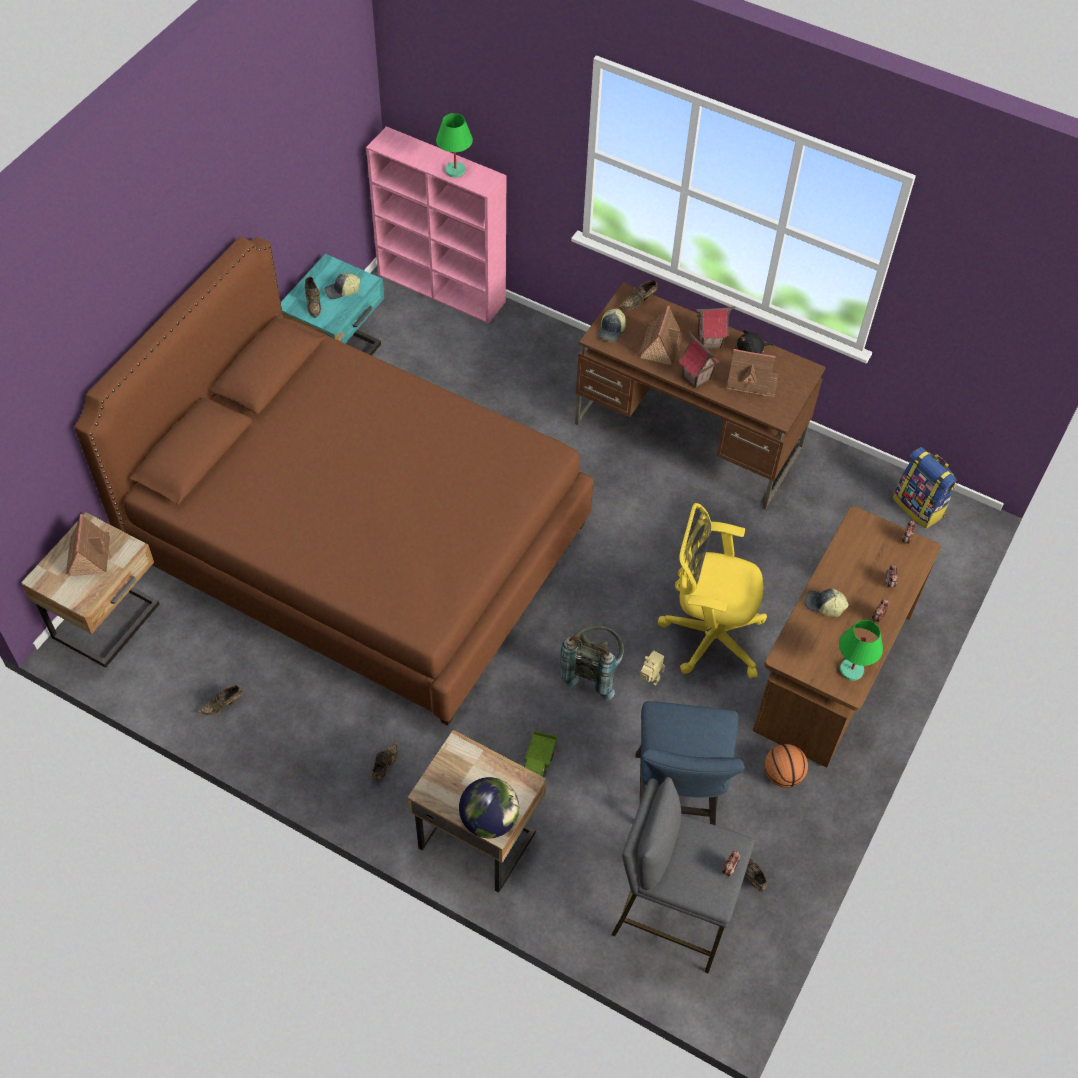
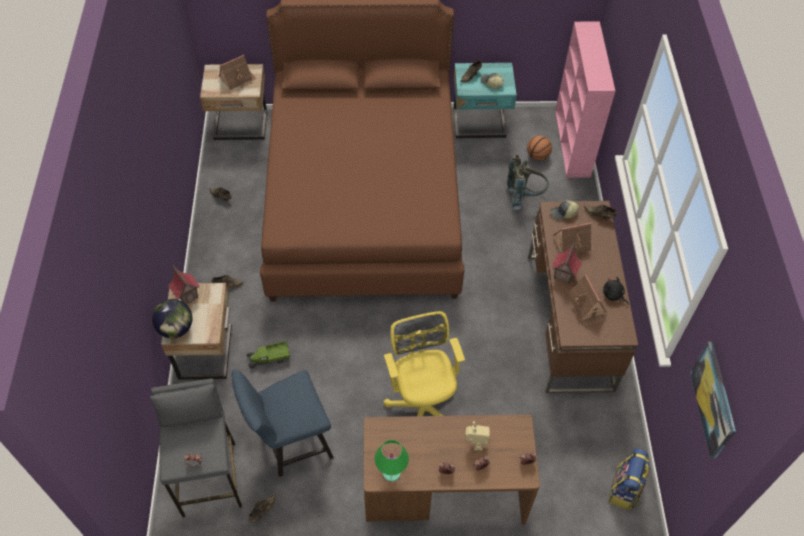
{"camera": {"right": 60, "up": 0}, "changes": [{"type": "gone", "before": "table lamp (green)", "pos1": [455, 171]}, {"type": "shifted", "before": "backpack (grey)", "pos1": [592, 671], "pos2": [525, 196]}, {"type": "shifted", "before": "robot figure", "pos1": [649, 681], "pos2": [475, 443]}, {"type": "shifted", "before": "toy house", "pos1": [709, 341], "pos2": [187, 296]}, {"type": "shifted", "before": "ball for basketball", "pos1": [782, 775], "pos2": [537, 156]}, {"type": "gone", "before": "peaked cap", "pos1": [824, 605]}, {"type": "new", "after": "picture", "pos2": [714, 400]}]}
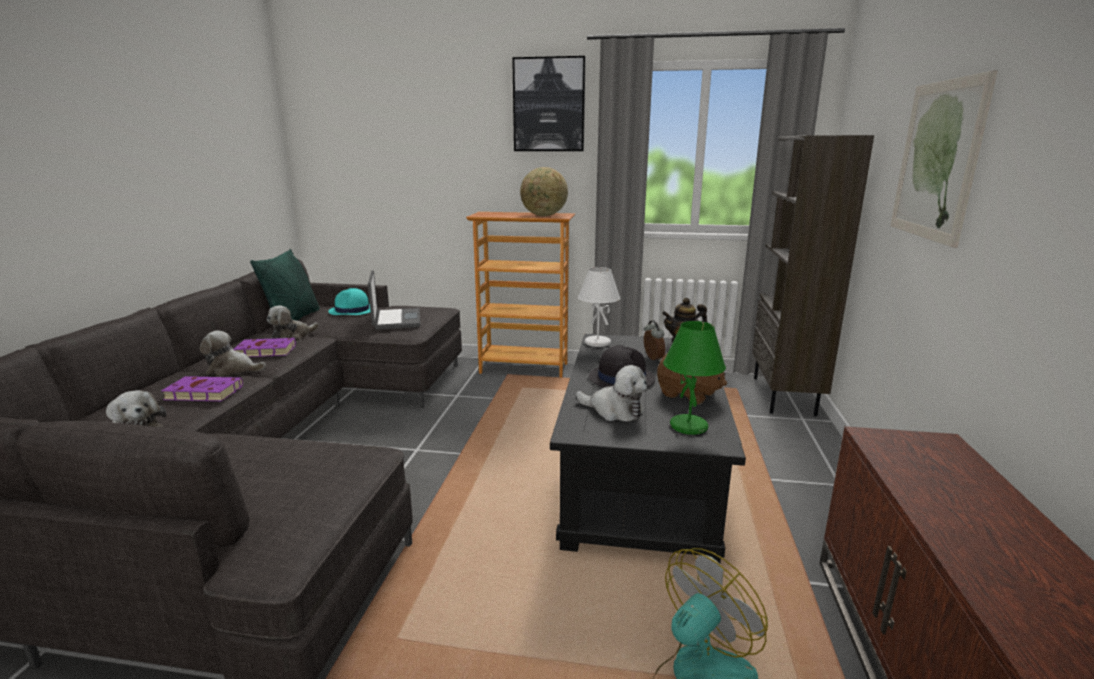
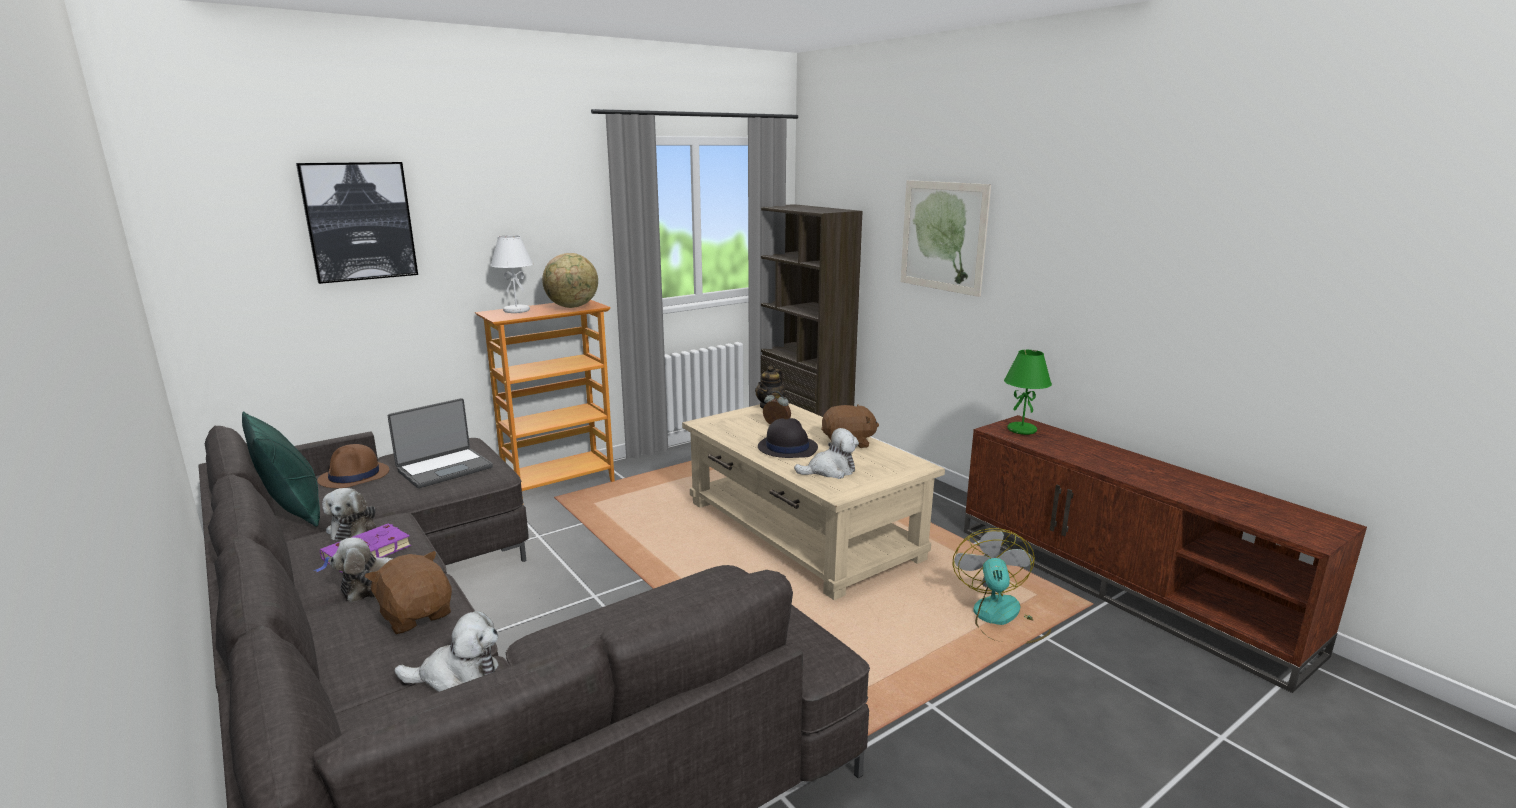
{"camera": {"right": -45, "up": 0}, "changes": [{"type": "swapped", "before": "bound book (purple)", "after": "cuddly toy (brownish)", "pos1": [202, 393], "pos2": [417, 615]}, {"type": "repainted", "before": "clothing hat (turquoise-coloured)", "after": "clothing hat (brownish)", "pos1": [352, 311], "pos2": [355, 476]}, {"type": "rotated", "before": "laptop", "pos1": [395, 320], "pos2": [444, 469], "turn": 105}, {"type": "shifted", "before": "picture", "pos1": [549, 105], "pos2": [359, 221]}, {"type": "repainted", "before": "low table (black-coloured)", "after": "low table (beige)", "pos1": [639, 474], "pos2": [800, 530]}, {"type": "shifted", "before": "table lamp (white)", "pos1": [597, 343], "pos2": [516, 311]}, {"type": "shifted", "before": "table lamp (green)", "pos1": [689, 427], "pos2": [1022, 430]}]}
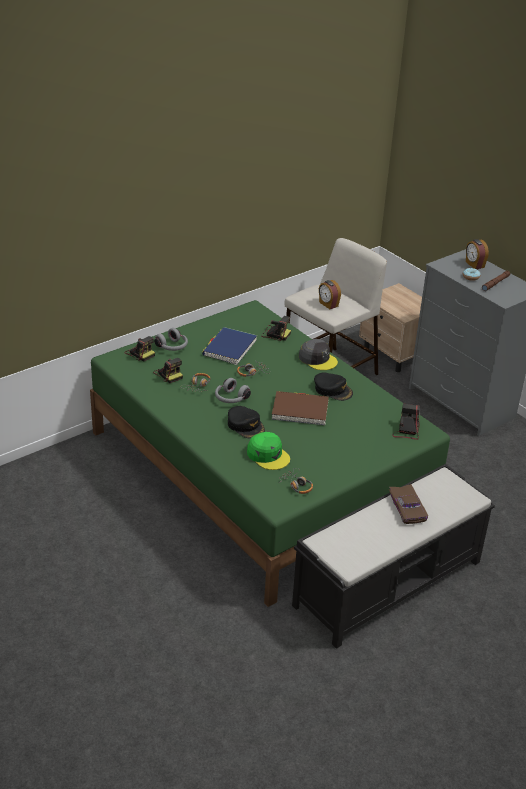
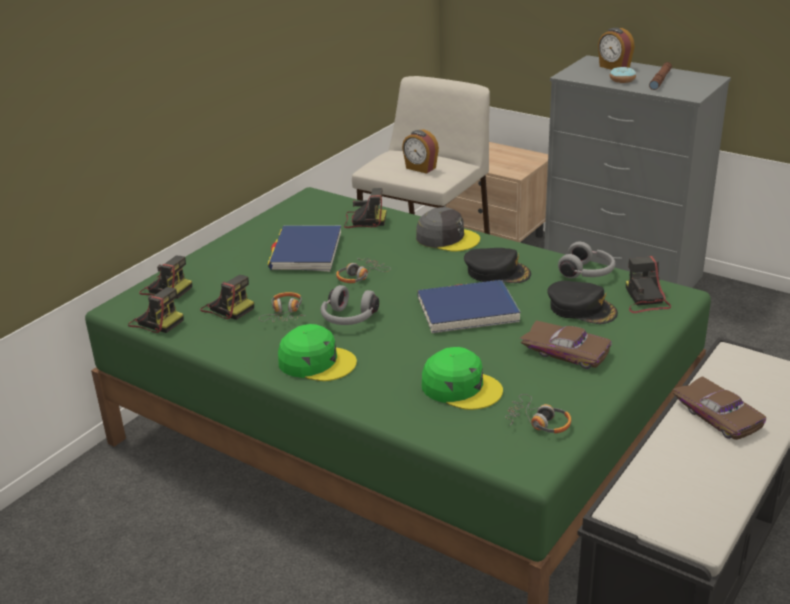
{"camera": {"right": -15, "up": -5}, "changes": [{"type": "shifted", "before": "headset (grey)", "pos1": [172, 347], "pos2": [587, 273]}, {"type": "shifted", "before": "peaked cap (black-coloured)", "pos1": [246, 426], "pos2": [582, 308]}, {"type": "repainted", "before": "bound book (brownish)", "after": "bound book (bluish)", "pos1": [300, 410], "pos2": [467, 310]}, {"type": "new", "after": "photo camera", "pos2": [156, 321]}, {"type": "new", "after": "peaked cap (green)", "pos2": [316, 362]}, {"type": "new", "after": "toy car (brownish)", "pos2": [566, 350]}]}
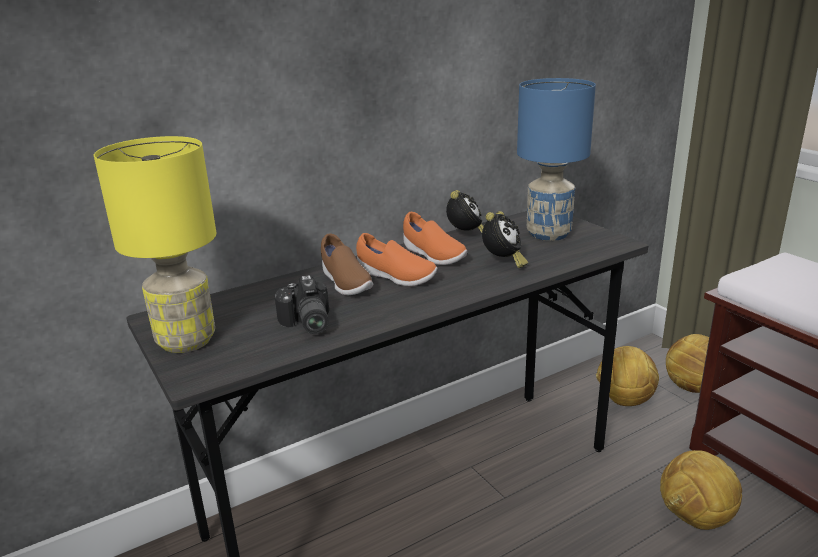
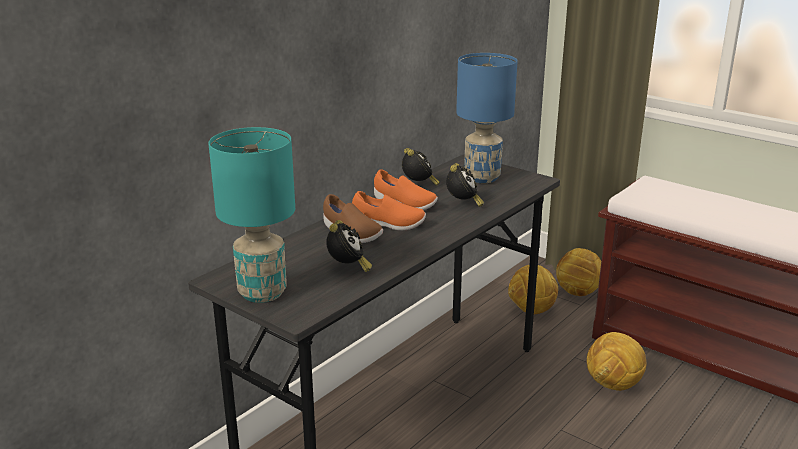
{"camera": {"right": -20, "up": 0}, "changes": [{"type": "repainted", "before": "table lamp (yellow)", "after": "table lamp (turquoise-coloured)", "pos1": [186, 341], "pos2": [262, 293]}, {"type": "swapped", "before": "photo camera", "after": "bedside clock", "pos1": [305, 324], "pos2": [348, 268]}]}
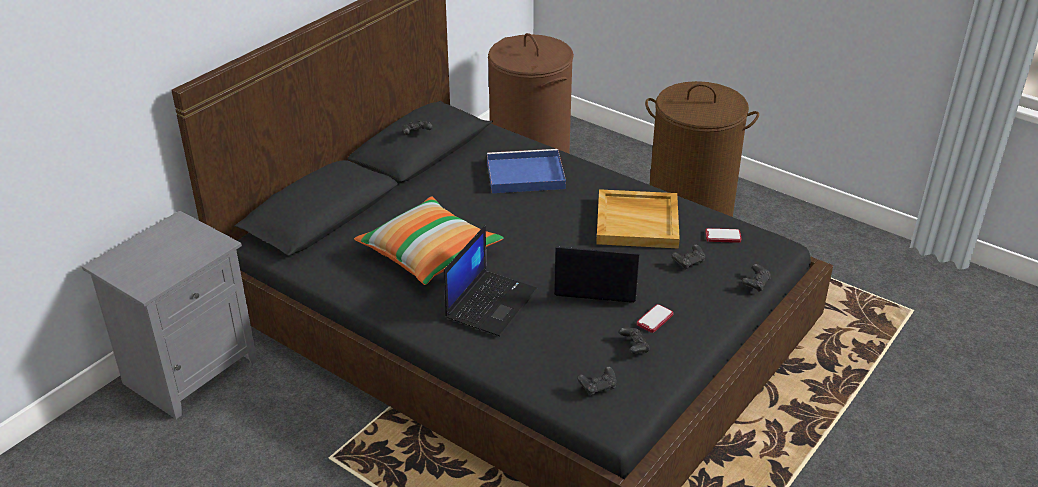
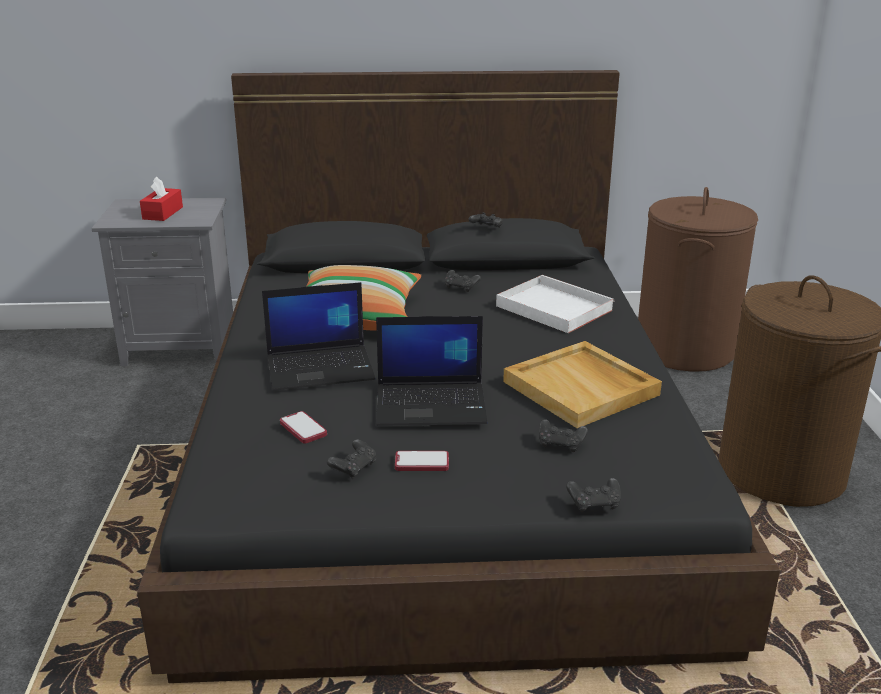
{"camera": {"right": 50, "up": -10}, "changes": [{"type": "repainted", "before": "carrying tray (bluish)", "after": "carrying tray (white)", "pos1": [523, 175], "pos2": [551, 308]}, {"type": "rotated", "before": "laptop", "pos1": [595, 283], "pos2": [432, 404], "turn": 120}, {"type": "shifted", "before": "joypad (black-coloured)", "pos1": [598, 387], "pos2": [461, 287]}, {"type": "shifted", "before": "telephone", "pos1": [723, 236], "pos2": [303, 429]}, {"type": "new", "after": "tissue box (reddish)", "pos2": [163, 213]}]}
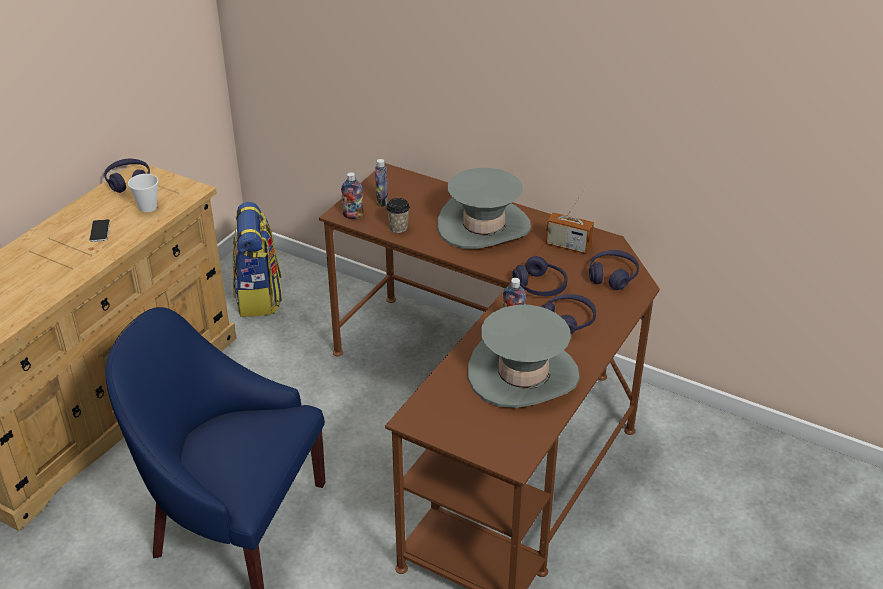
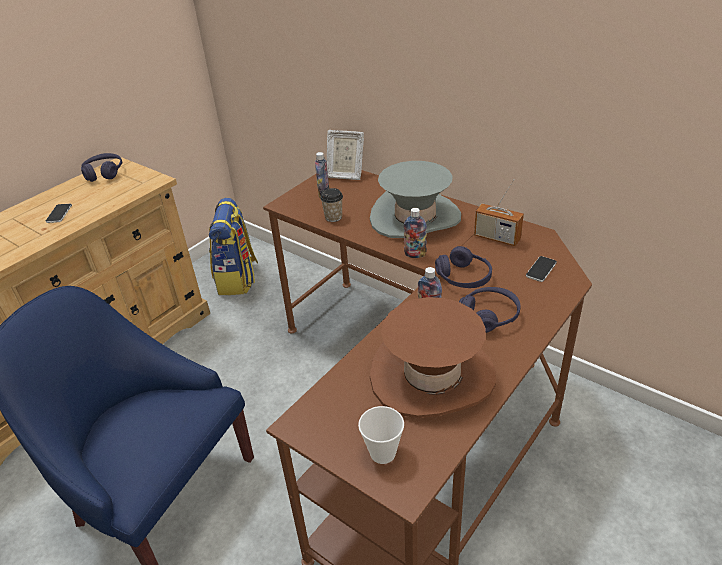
{"camera": {"right": 10, "up": 0}, "changes": [{"type": "shifted", "before": "small cup", "pos1": [148, 207], "pos2": [383, 453]}, {"type": "shifted", "before": "beverage bottle", "pos1": [353, 216], "pos2": [415, 254]}, {"type": "repainted", "before": "clothing hat (grey)", "after": "clothing hat (brownish)", "pos1": [523, 374], "pos2": [432, 375]}, {"type": "swapped", "before": "headset (purple)", "after": "telephone", "pos1": [612, 276], "pos2": [541, 269]}, {"type": "new", "after": "photo frame", "pos2": [345, 174]}]}
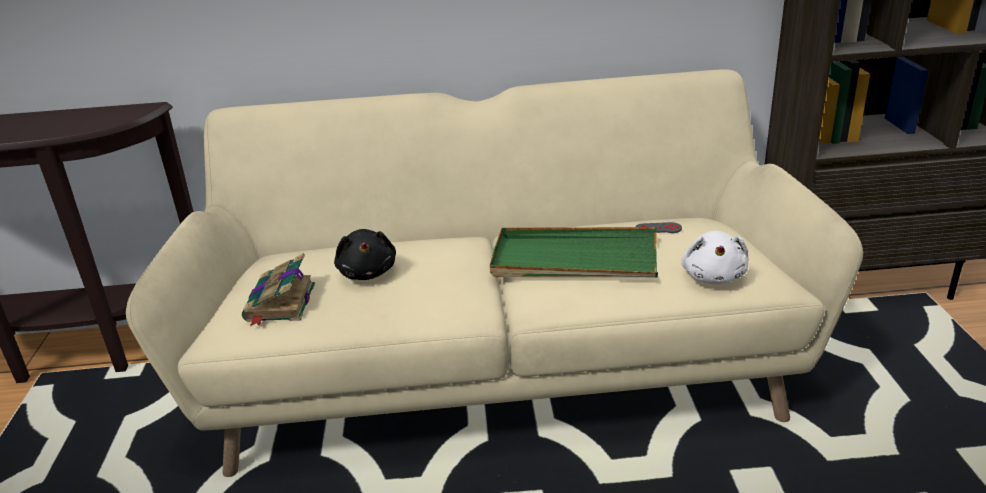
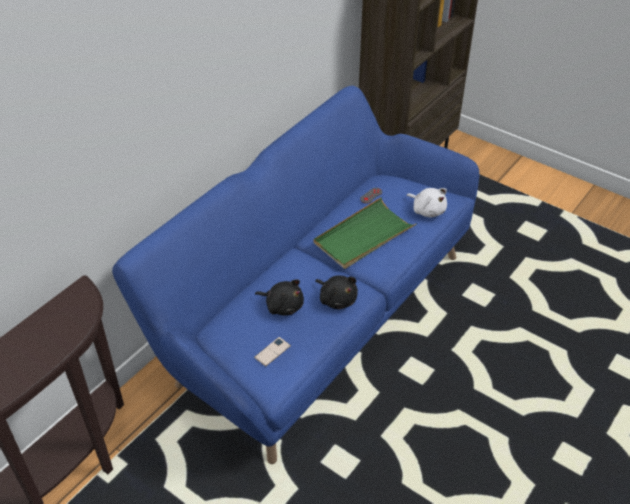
{"camera": {"right": -50, "up": 15}, "changes": [{"type": "repainted", "before": "settee (beige)", "after": "settee (bluish)", "pos1": [500, 369], "pos2": [315, 315]}, {"type": "swapped", "before": "bound book", "after": "telephone", "pos1": [280, 303], "pos2": [272, 351]}, {"type": "new", "after": "cuddly toy (black-coloured)", "pos2": [337, 299]}]}
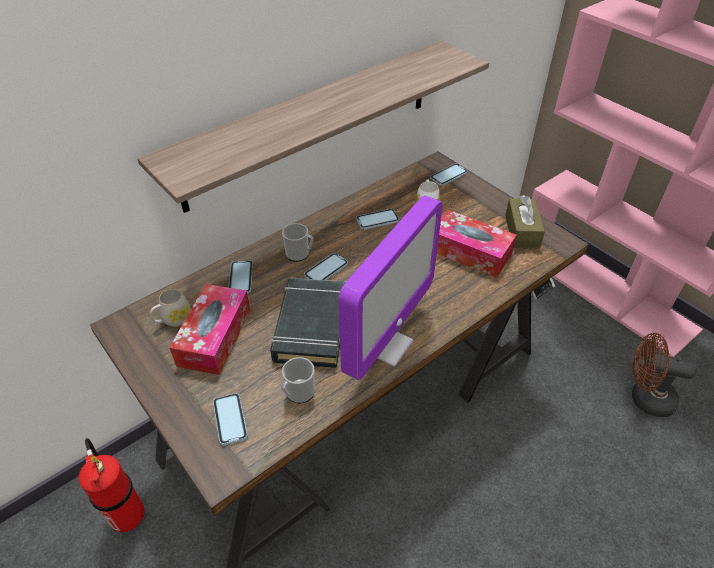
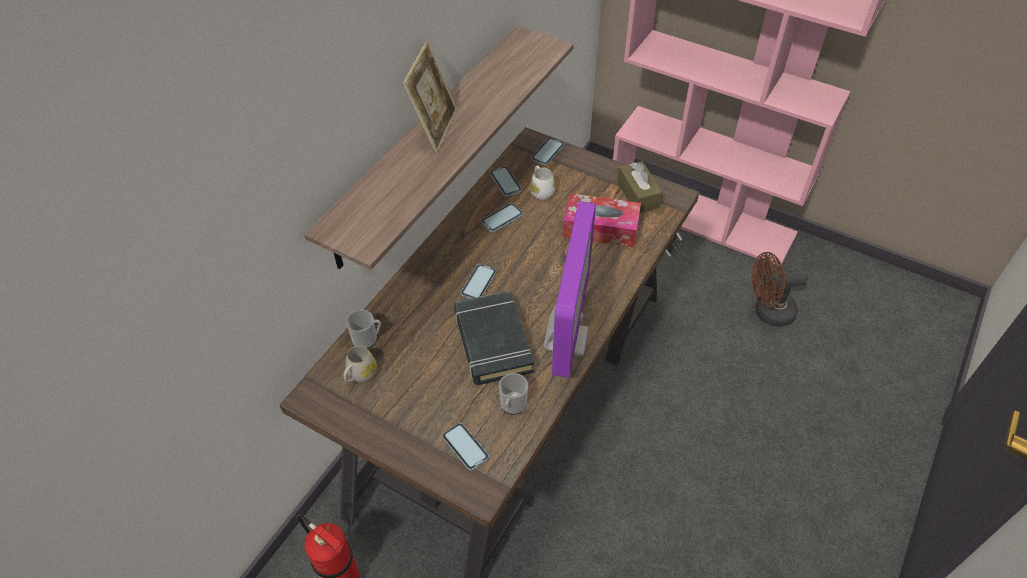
{"camera": {"right": -20, "up": 5}, "changes": [{"type": "gone", "before": "tissue box", "pos1": [214, 337]}, {"type": "shifted", "before": "telephone", "pos1": [241, 278], "pos2": [505, 182]}, {"type": "shifted", "before": "tea mug", "pos1": [300, 254], "pos2": [367, 339]}, {"type": "new", "after": "photo frame", "pos2": [434, 128]}]}
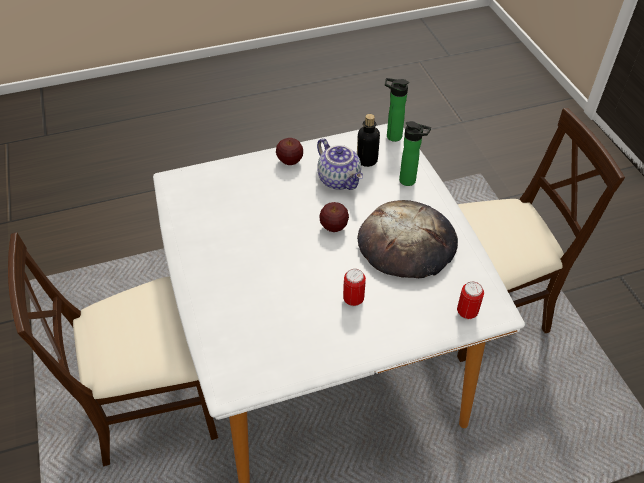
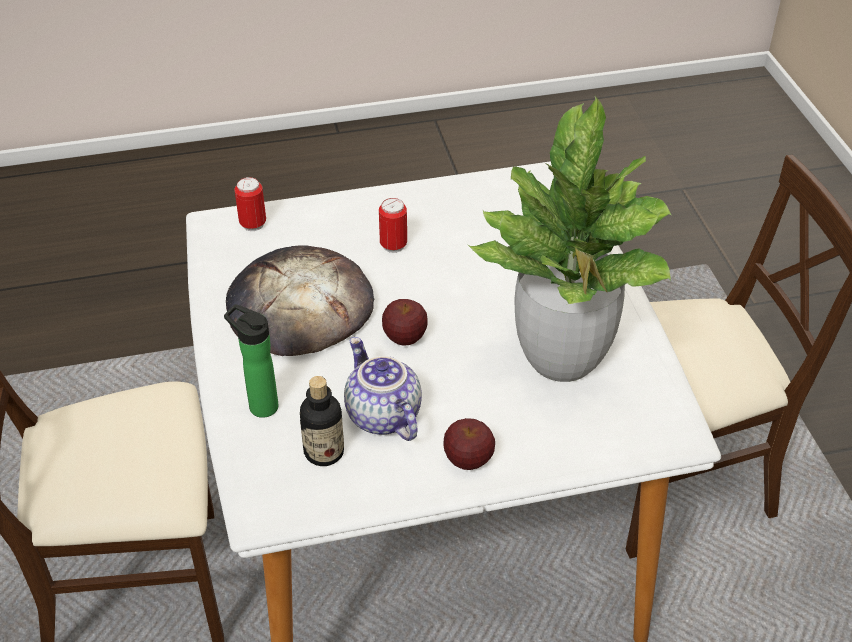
{"camera": {"right": -175, "up": -5}, "changes": [{"type": "gone", "before": "beverage bottle", "pos1": [391, 136]}, {"type": "new", "after": "potted plant", "pos2": [562, 359]}]}
